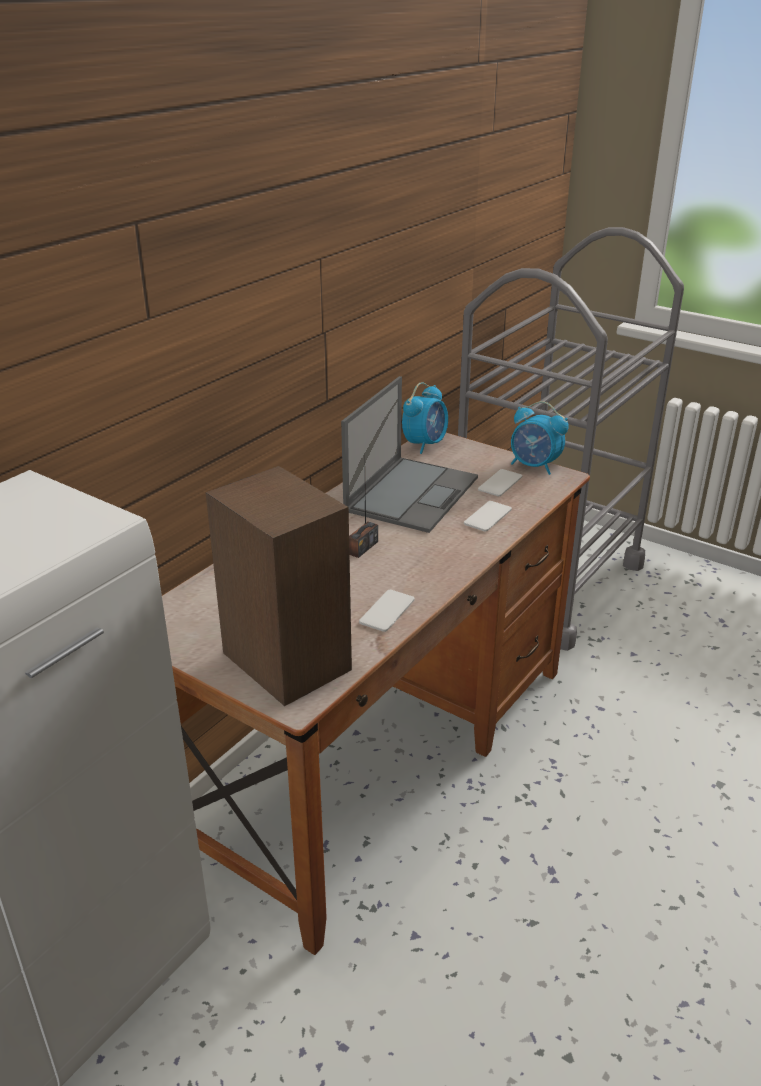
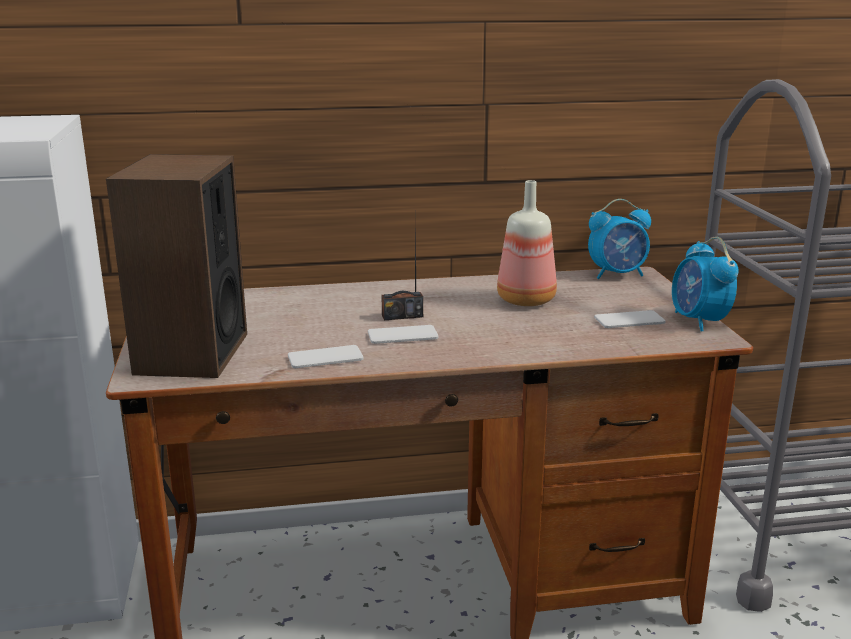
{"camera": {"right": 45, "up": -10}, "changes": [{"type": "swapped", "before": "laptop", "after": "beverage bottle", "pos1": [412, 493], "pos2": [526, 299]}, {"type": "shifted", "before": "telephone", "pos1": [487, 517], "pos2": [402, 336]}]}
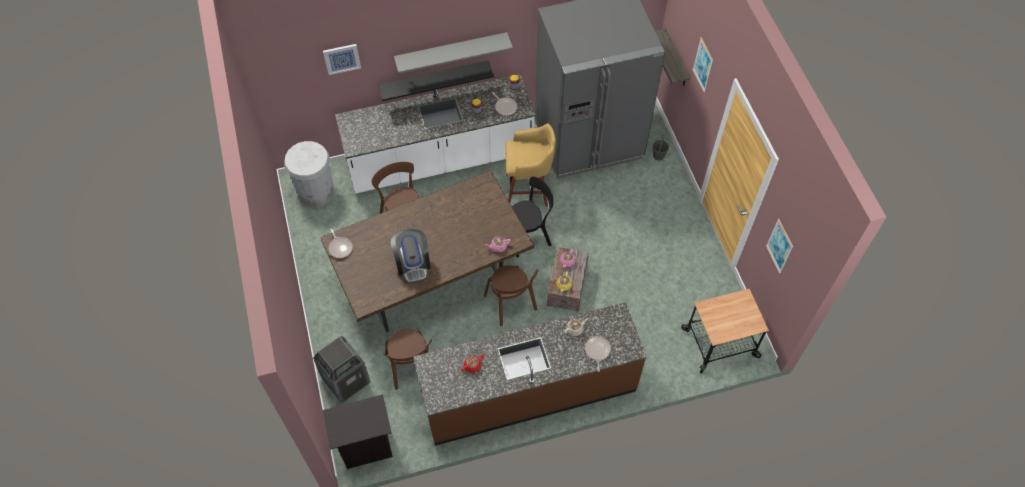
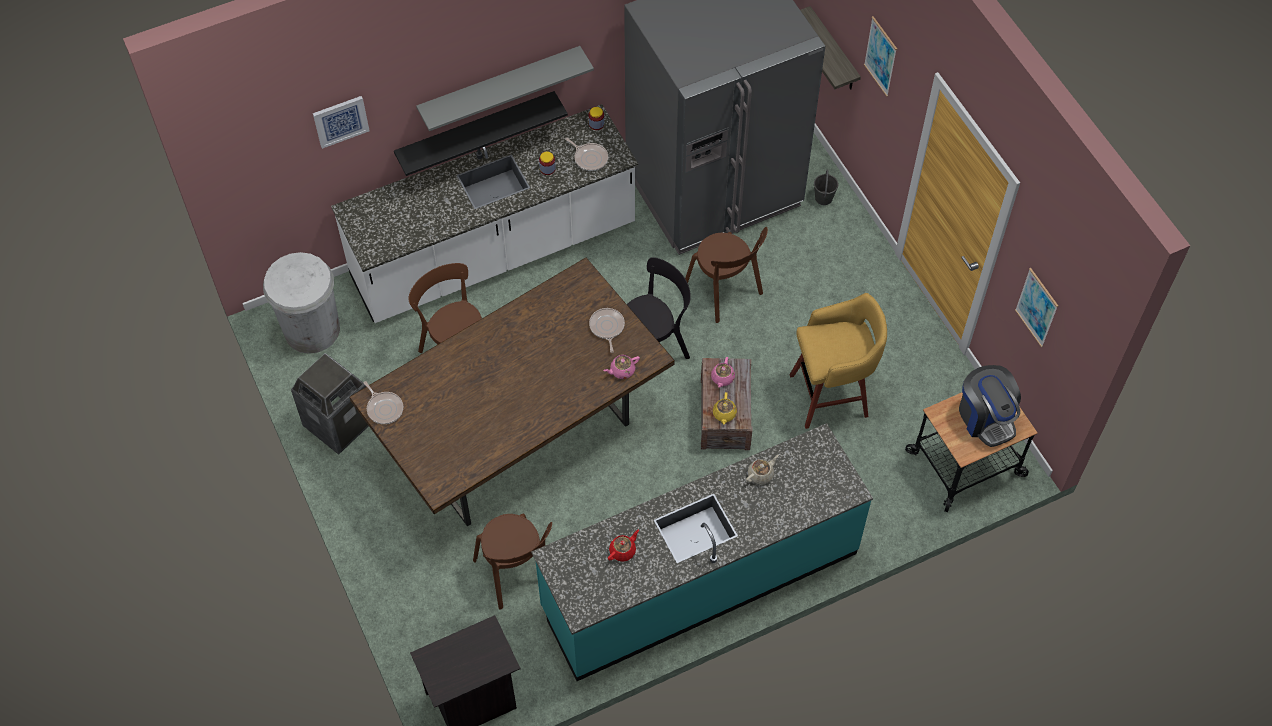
{"camera": {"right": -10, "up": 0}, "changes": [{"type": "shifted", "before": "trash can", "pos1": [346, 380], "pos2": [339, 423]}, {"type": "shifted", "before": "coffee maker", "pos1": [413, 264], "pos2": [986, 417]}, {"type": "repainted", "before": "counter (brownish)", "after": "counter (turquoise-coloured)", "pos1": [528, 391], "pos2": [699, 579]}, {"type": "shifted", "before": "upright chair (brownish)", "pos1": [511, 304], "pos2": [725, 292]}, {"type": "shifted", "before": "stool seat (yellow)", "pos1": [528, 190], "pos2": [831, 395]}, {"type": "shifted", "before": "pan", "pos1": [597, 351], "pos2": [607, 327]}]}
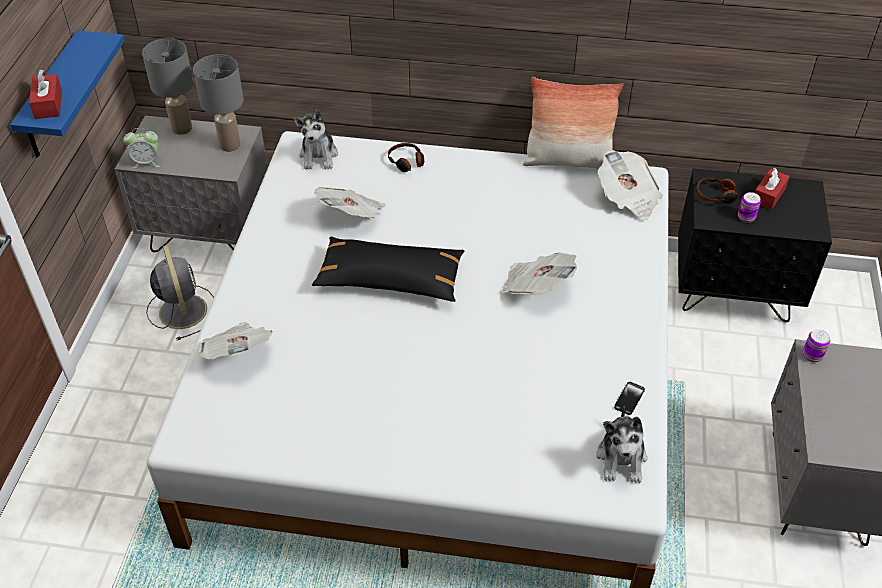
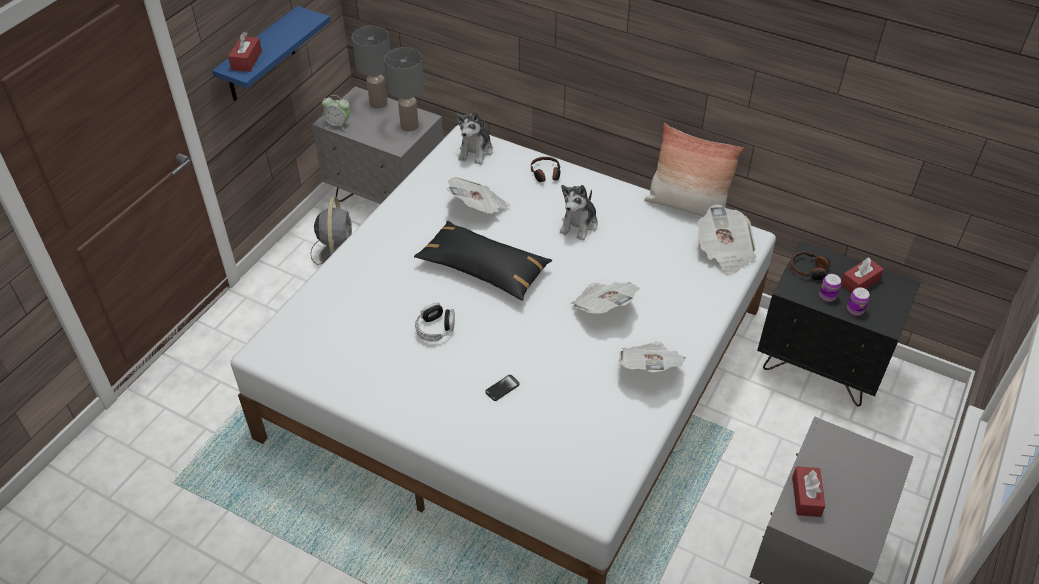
{"camera": {"right": 20, "up": 0}, "changes": [{"type": "shifted", "before": "newspaper", "pos1": [238, 353], "pos2": [649, 368]}, {"type": "shifted", "before": "cuddly toy", "pos1": [621, 458], "pos2": [579, 224]}, {"type": "shifted", "before": "telephone", "pos1": [629, 399], "pos2": [502, 388]}, {"type": "shifted", "before": "metal can", "pos1": [812, 355], "pos2": [855, 310]}, {"type": "new", "after": "headset", "pos2": [435, 328]}, {"type": "new", "after": "tissue box (reddish)", "pos2": [806, 496]}]}
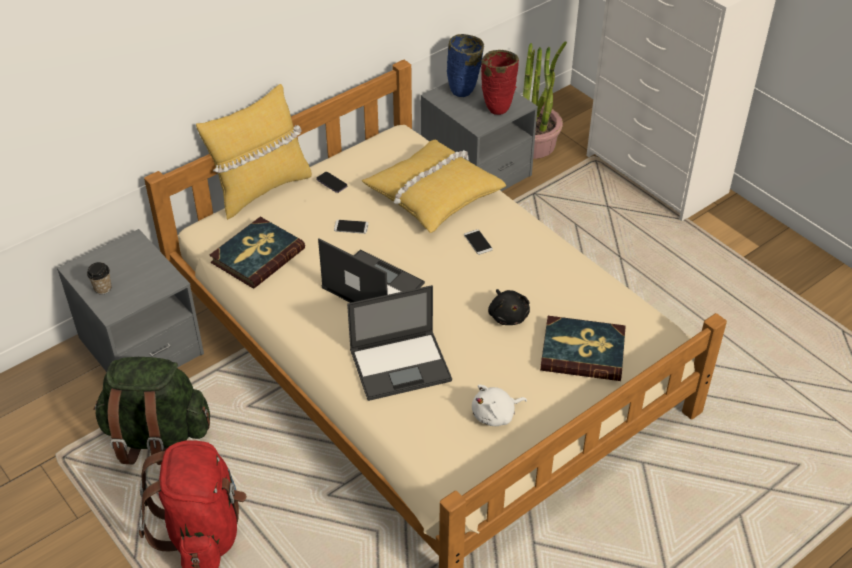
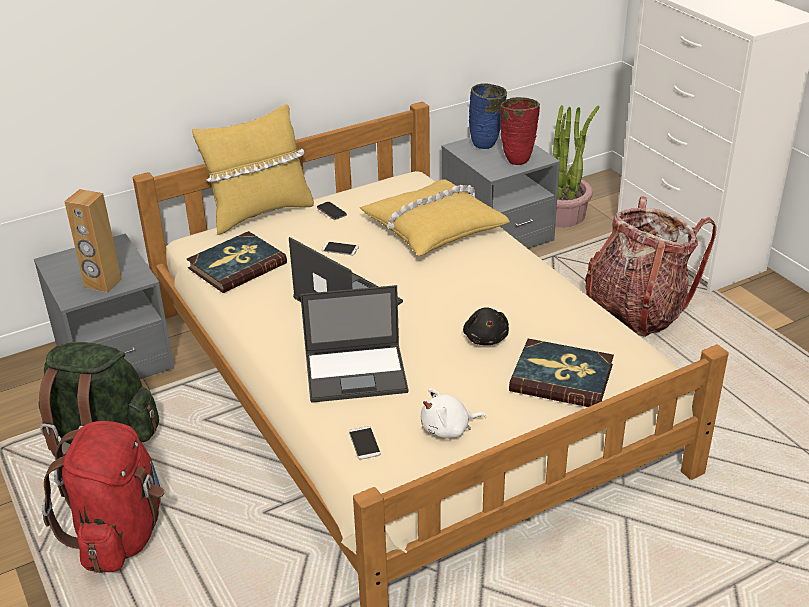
{"camera": {"right": 10, "up": -10}, "changes": [{"type": "gone", "before": "small cup", "pos1": [103, 288]}, {"type": "shifted", "before": "telephone", "pos1": [478, 242], "pos2": [364, 443]}, {"type": "new", "after": "audio speaker (brownish)", "pos2": [102, 283]}, {"type": "new", "after": "backpack", "pos2": [636, 310]}]}
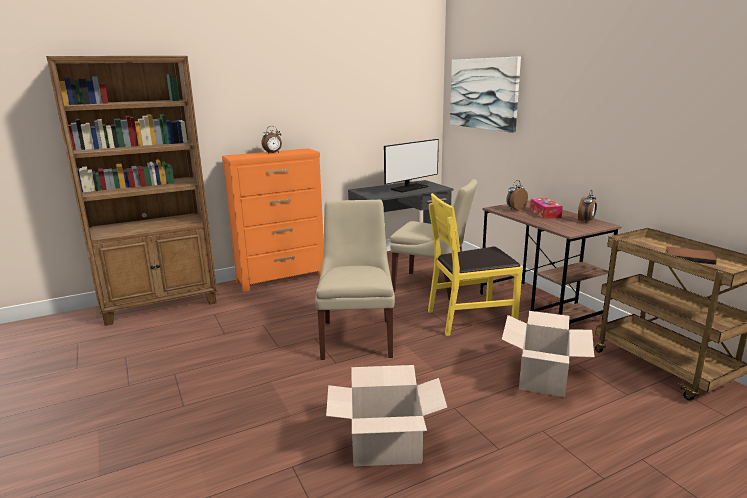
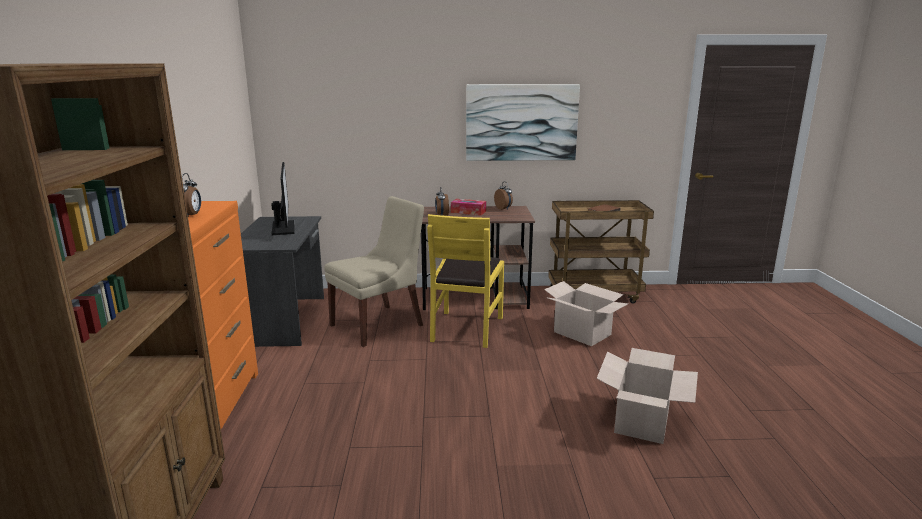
{"camera": {"right": -65, "up": 0}, "changes": [{"type": "gone", "before": "upright chair (beige)", "pos1": [357, 337]}, {"type": "shifted", "before": "picture", "pos1": [483, 93], "pos2": [521, 122]}]}
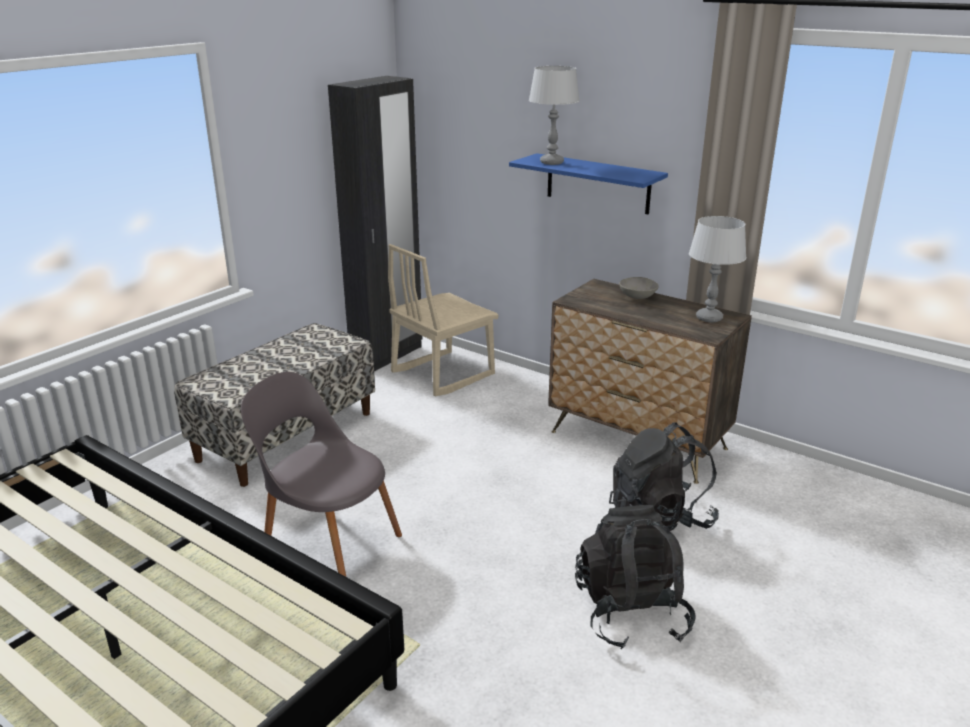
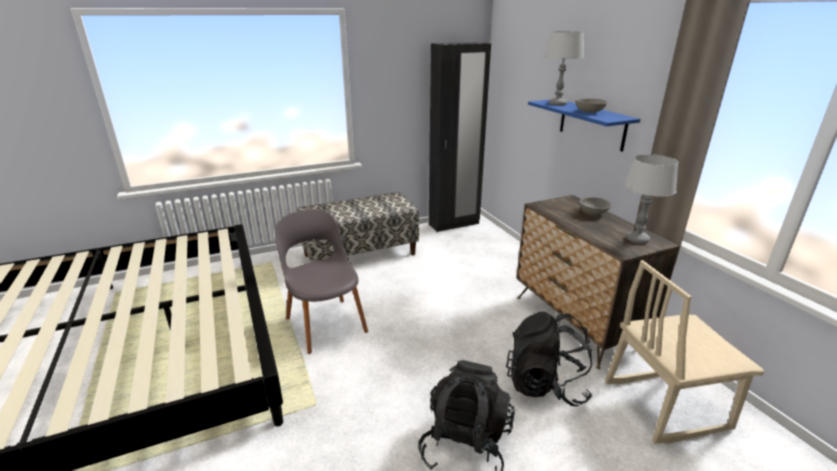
{"camera": {"right": 30, "up": 0}, "changes": [{"type": "shifted", "before": "upright chair (beige)", "pos1": [442, 373], "pos2": [664, 404]}, {"type": "new", "after": "serving bowl (grey)", "pos2": [589, 112]}]}
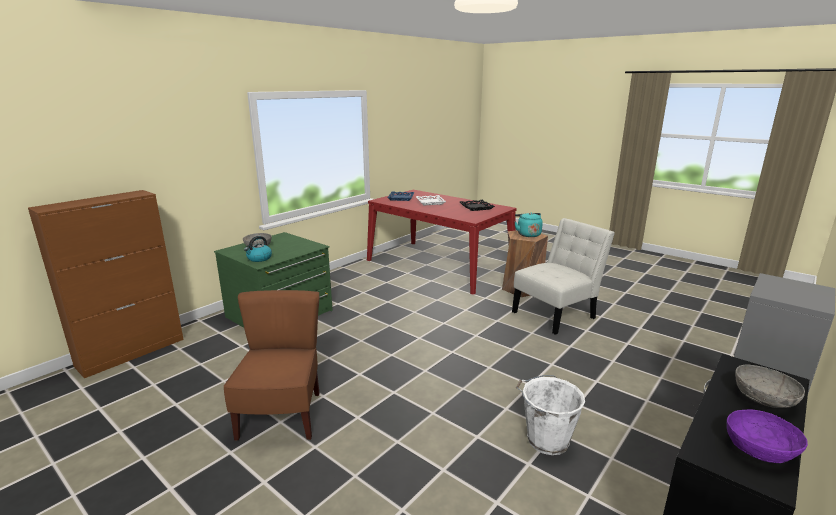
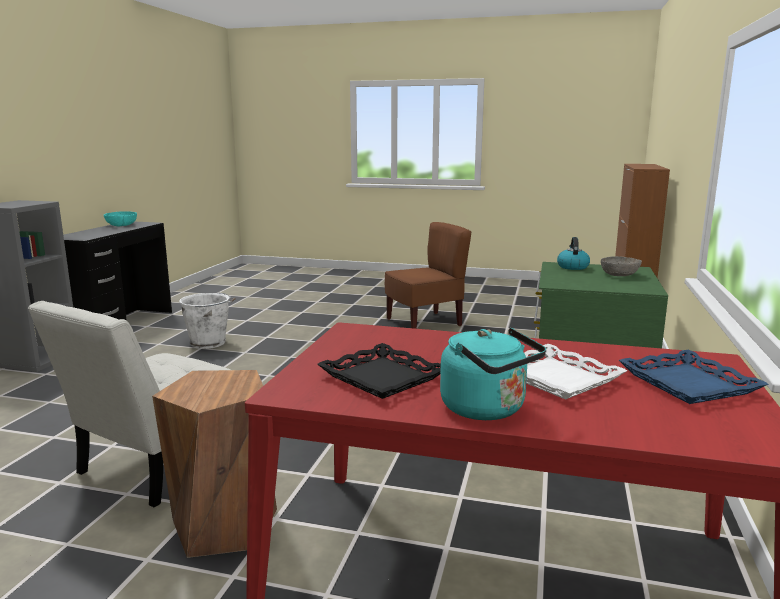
{"camera": {"right": 155, "up": -5}, "changes": [{"type": "rotated", "before": "upright chair (brownish)", "pos1": [282, 415], "pos2": [424, 323], "turn": -90}, {"type": "shifted", "before": "water kettle (turquoise-coloured)", "pos1": [527, 234], "pos2": [487, 409]}, {"type": "repainted", "before": "serving bowl (purple)", "after": "serving bowl (turquoise-coloured)", "pos1": [759, 449], "pos2": [121, 225]}, {"type": "gone", "before": "serving bowl (grey)", "pos1": [764, 399]}]}
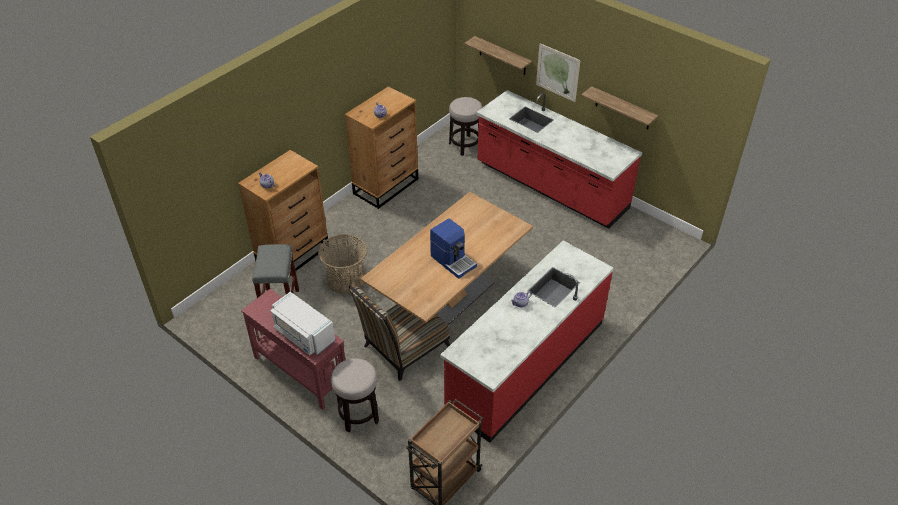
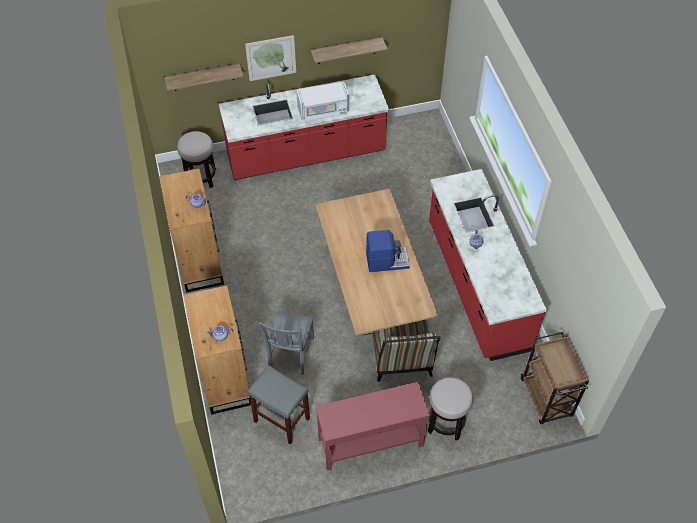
{"camera": {"right": -55, "up": 10}, "changes": [{"type": "shifted", "before": "kitchen microwave (white)", "pos1": [304, 334], "pos2": [323, 111]}, {"type": "swapped", "before": "basket", "after": "upright chair (grey)", "pos1": [346, 279], "pos2": [290, 354]}]}
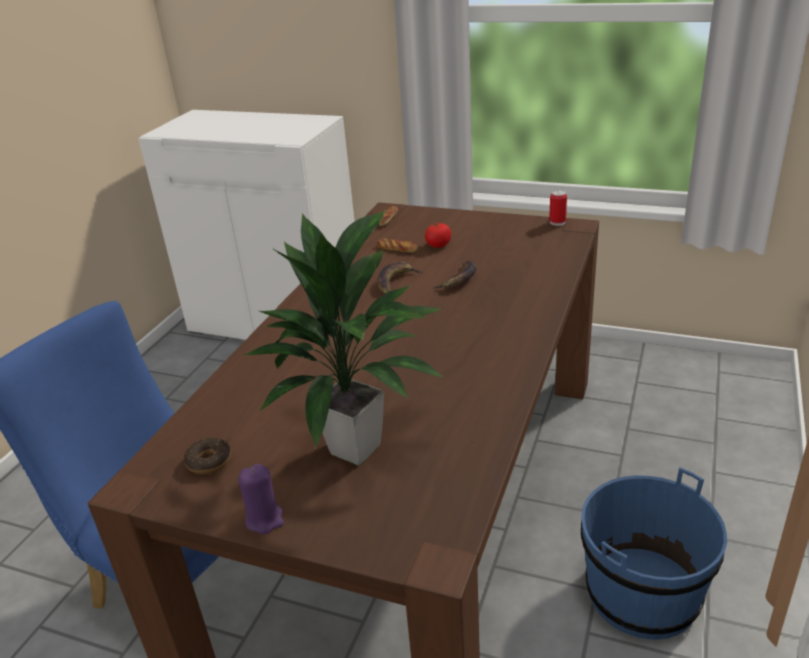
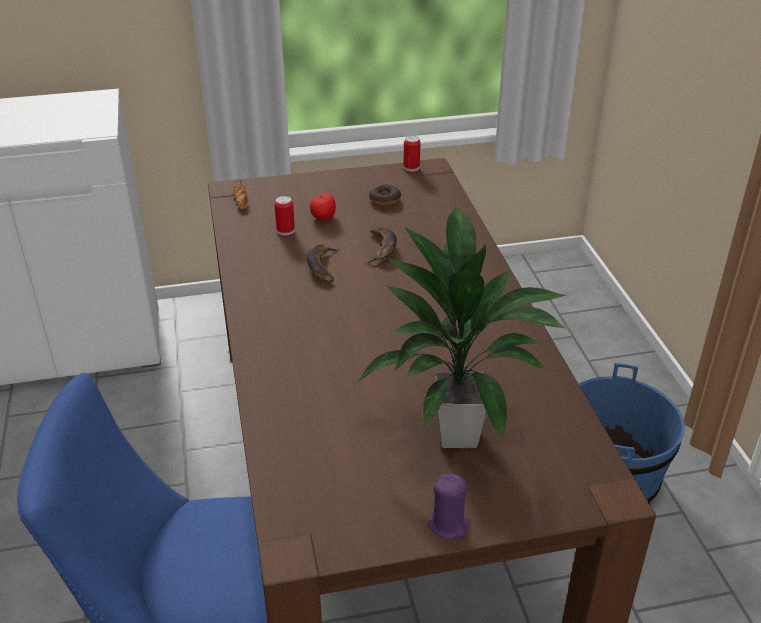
{"camera": {"right": -35, "up": 5}, "changes": [{"type": "shifted", "before": "donut", "pos1": [209, 461], "pos2": [385, 200]}, {"type": "swapped", "before": "baked bread", "after": "metal can", "pos1": [397, 248], "pos2": [285, 230]}]}
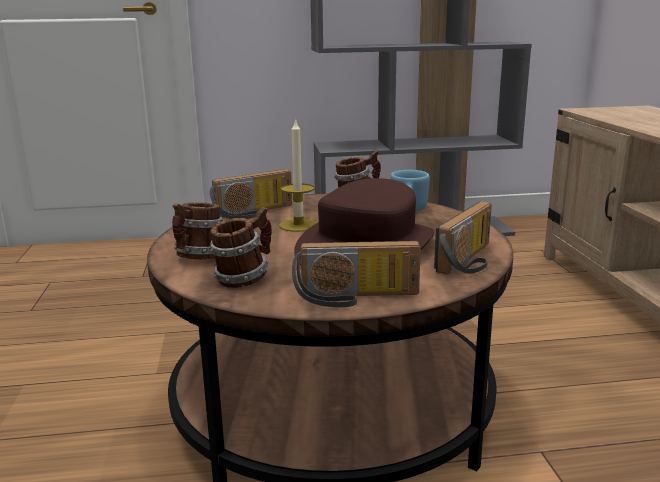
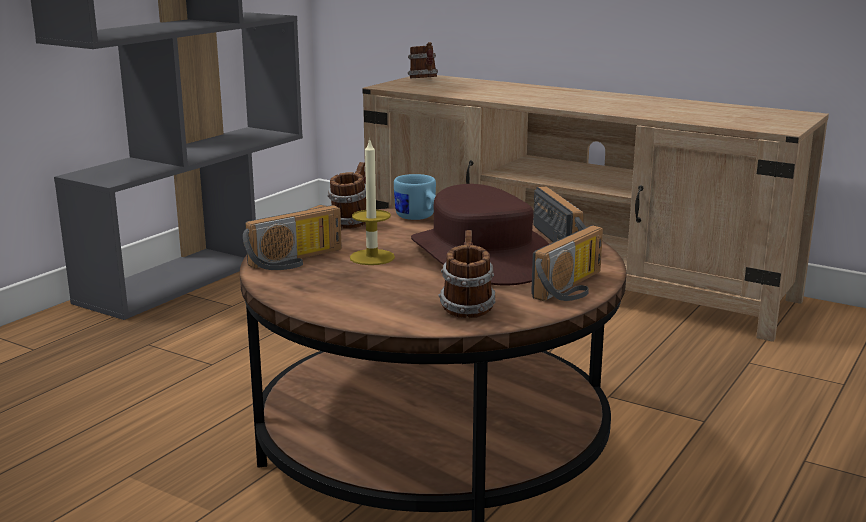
{"camera": {"right": -50, "up": 0}, "changes": [{"type": "shifted", "before": "tea mug", "pos1": [199, 258], "pos2": [424, 79]}, {"type": "rotated", "before": "radio", "pos1": [255, 213], "pos2": [297, 261], "turn": 45}]}
